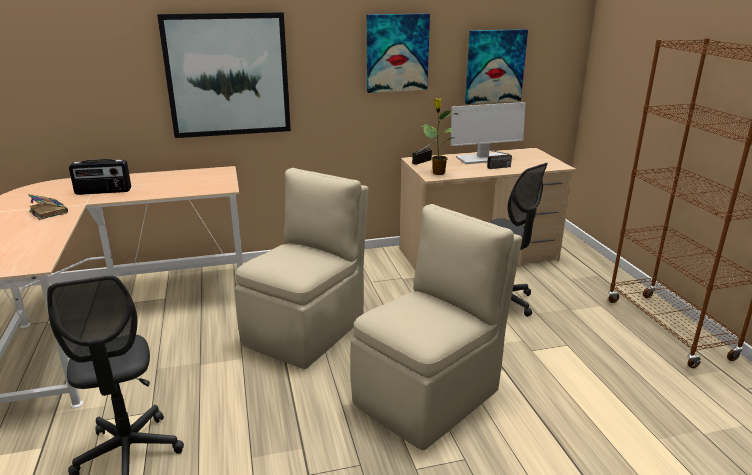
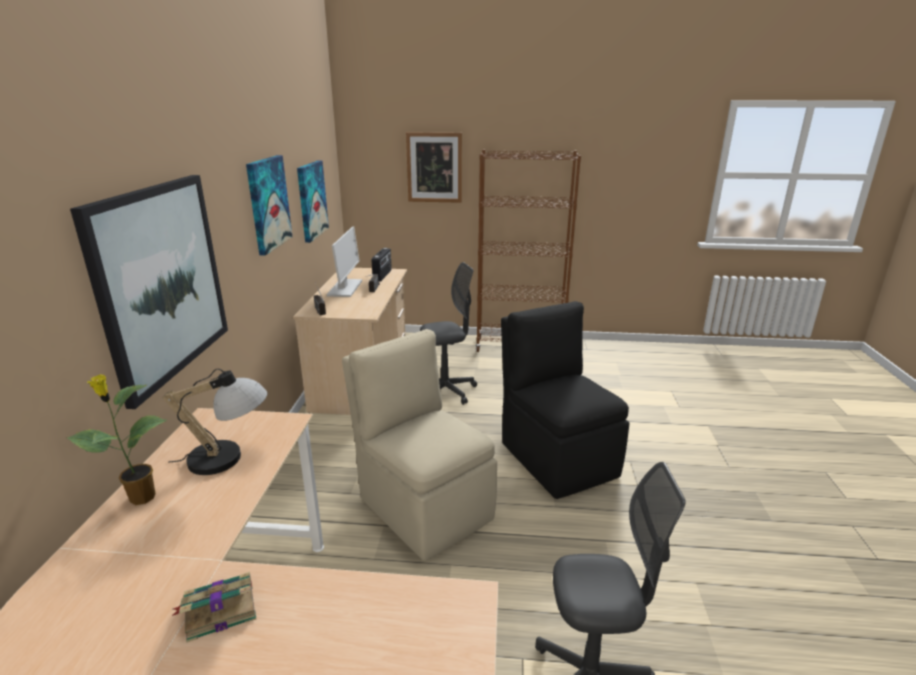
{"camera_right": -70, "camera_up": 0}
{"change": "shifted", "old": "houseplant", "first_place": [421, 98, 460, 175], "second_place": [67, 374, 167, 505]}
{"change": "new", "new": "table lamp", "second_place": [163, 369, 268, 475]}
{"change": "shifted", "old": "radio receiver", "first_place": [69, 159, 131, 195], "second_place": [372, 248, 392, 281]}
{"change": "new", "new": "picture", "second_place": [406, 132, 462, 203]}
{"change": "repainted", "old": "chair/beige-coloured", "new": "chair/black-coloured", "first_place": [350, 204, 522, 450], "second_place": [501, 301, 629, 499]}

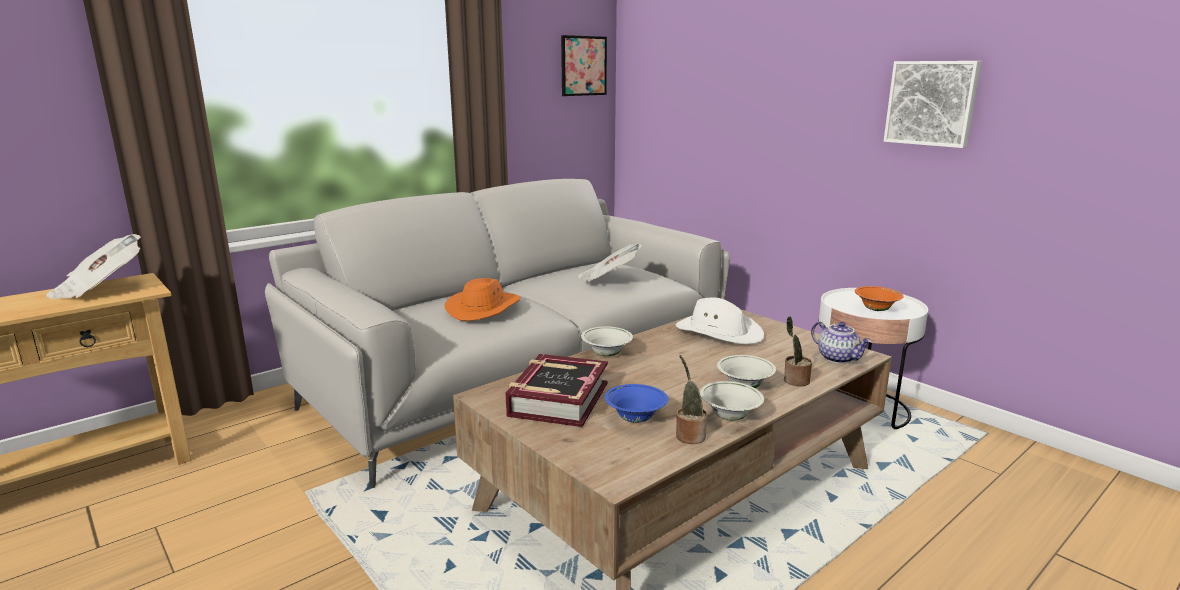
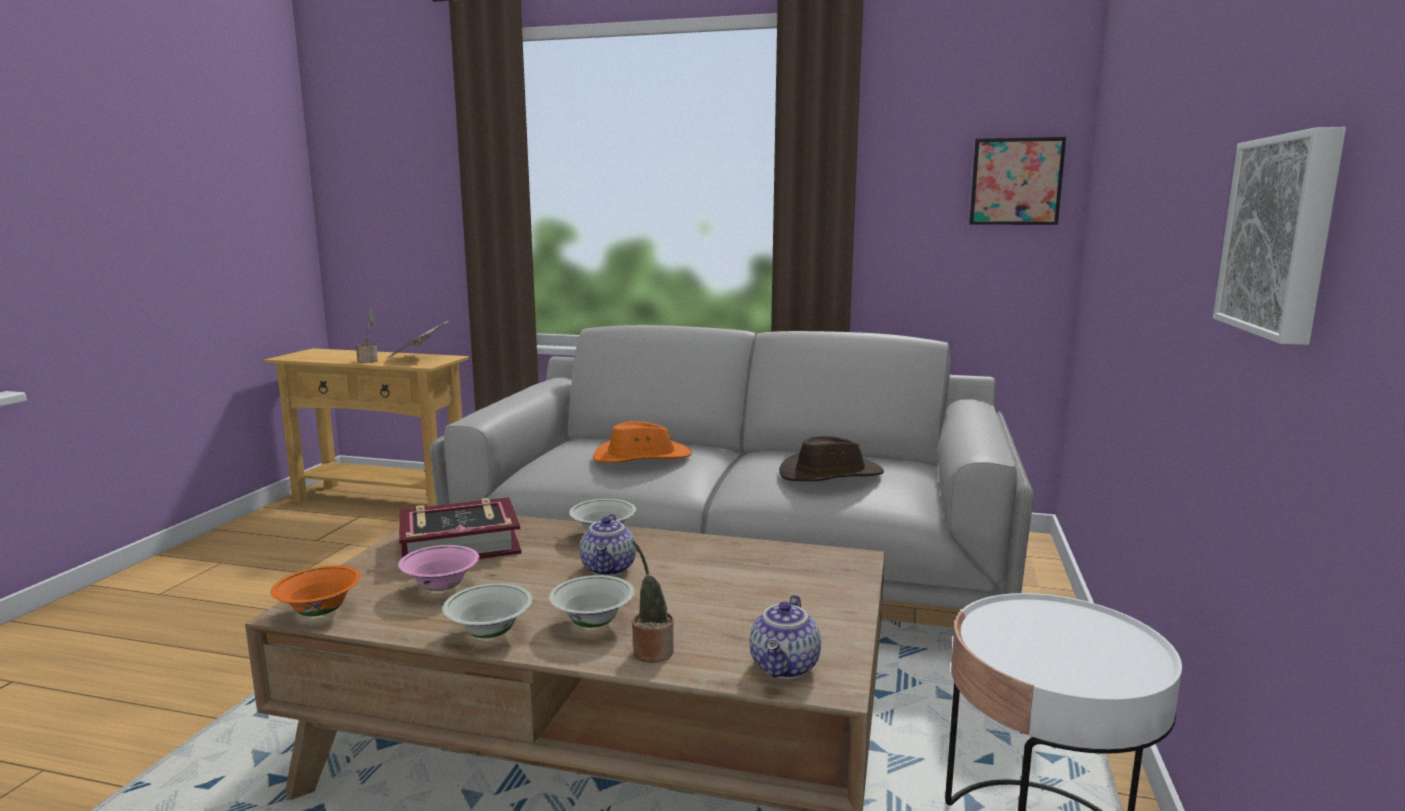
{"camera_right": 55, "camera_up": -5}
{"change": "shifted", "old": "deep dish/orange-coloured", "first_place": [855, 286, 904, 311], "second_place": [271, 565, 361, 616]}
{"change": "shifted", "old": "houseplant", "first_place": [676, 355, 707, 444], "second_place": [356, 307, 378, 363]}
{"change": "repainted", "old": "deep dish/blue", "new": "deep dish/pink-coloured", "first_place": [604, 384, 668, 423], "second_place": [398, 545, 479, 591]}
{"change": "new", "new": "tea pot", "second_place": [580, 514, 636, 576]}
{"change": "swapped", "old": "newspaper", "new": "clothing hat/brownish", "first_place": [577, 244, 642, 283], "second_place": [779, 436, 884, 481]}
{"change": "gone", "old": "clothing hat/whitish", "first_place": [676, 298, 765, 344]}

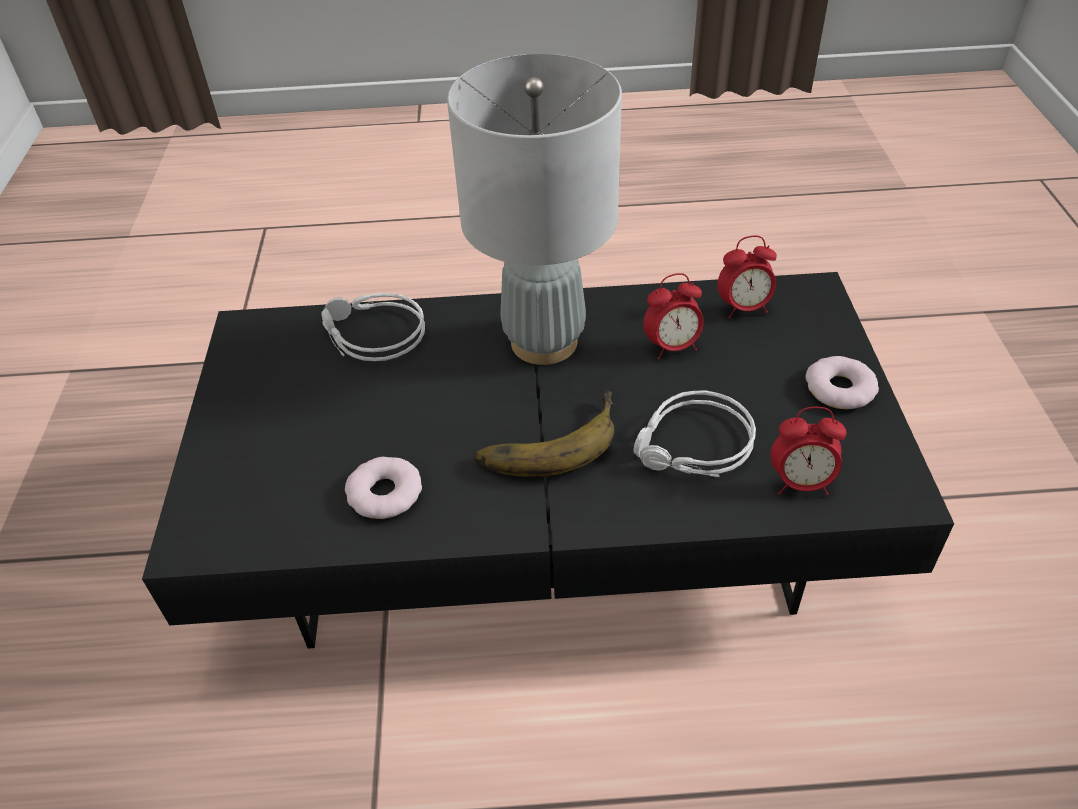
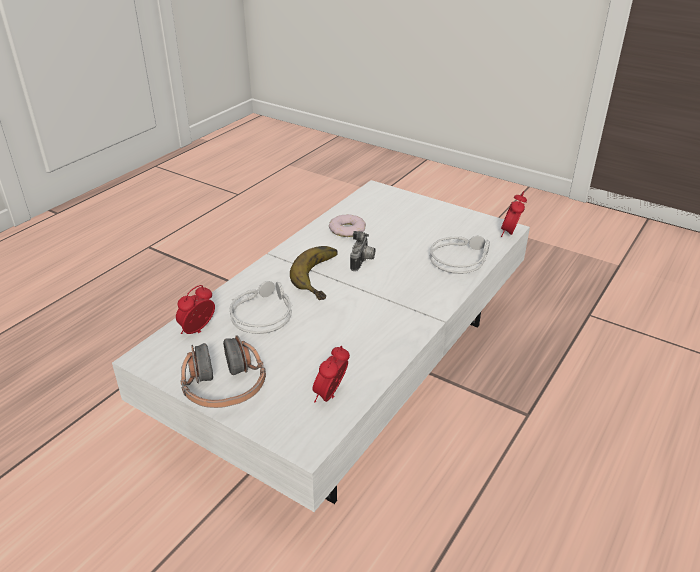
{"camera_right": 125, "camera_up": -10}
{"change": "repainted", "old": "coffee table/black-coloured", "new": "coffee table/whitish", "first_place": [142, 272, 954, 649], "second_place": [112, 180, 530, 512]}
{"change": "swapped", "old": "ring doughnut", "new": "headset", "first_place": [806, 356, 879, 409], "second_place": [180, 335, 266, 408]}
{"change": "new", "new": "photo camera", "second_place": [350, 231, 375, 271]}
{"change": "shifted", "old": "alarm clock", "first_place": [643, 273, 704, 359], "second_place": [501, 191, 527, 237]}
{"change": "gone", "old": "table lamp/greyish", "first_place": [447, 54, 622, 365]}

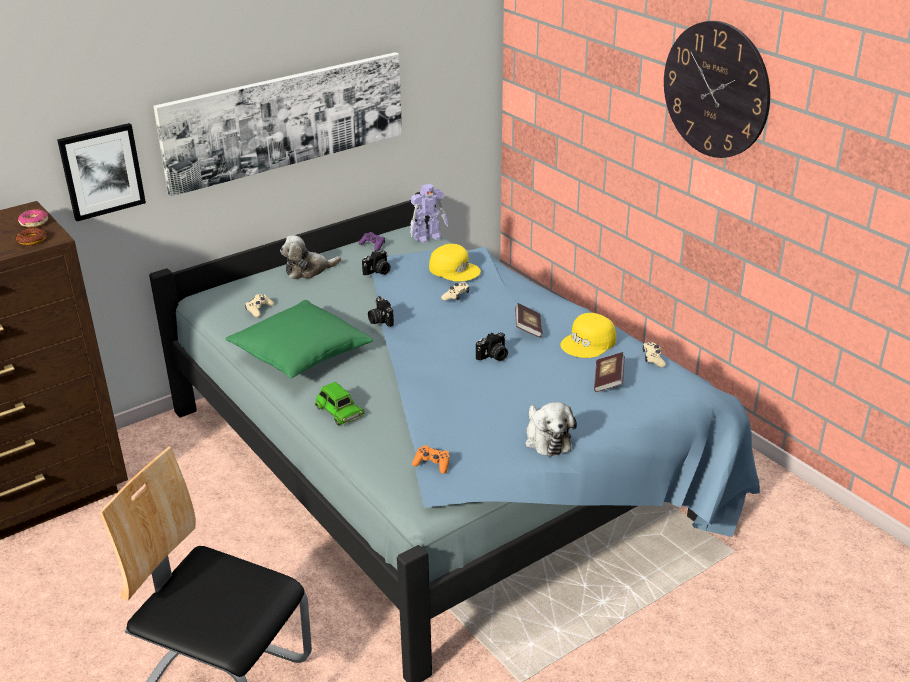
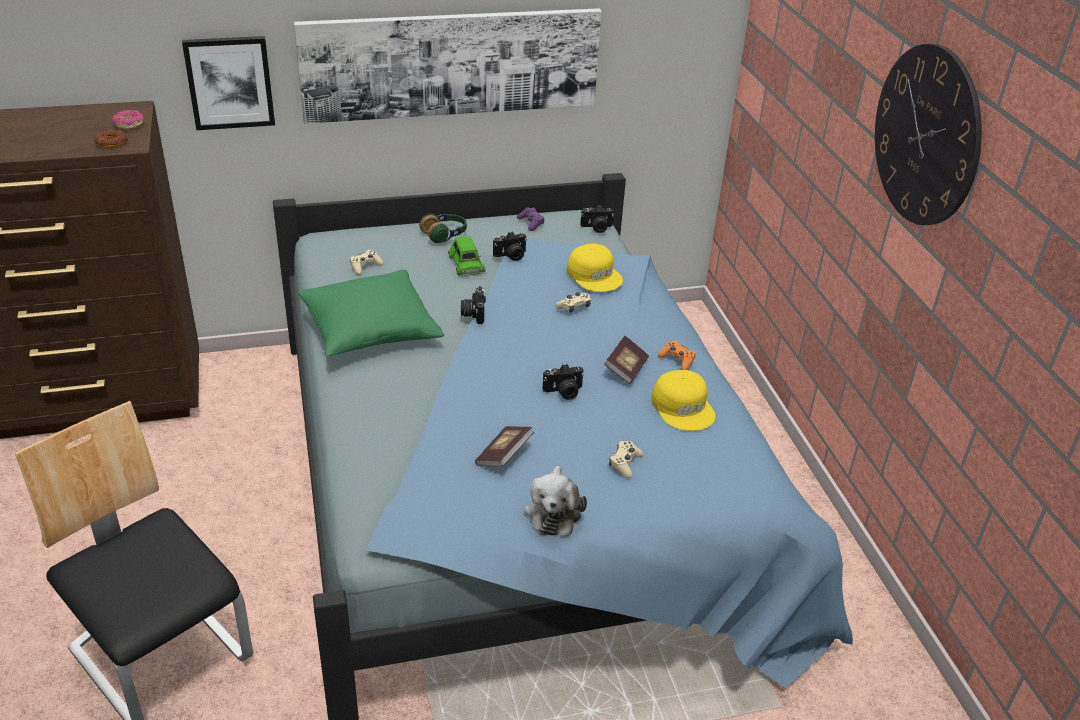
{"camera_right": 20, "camera_up": 5}
{"change": "swapped", "old": "plush toy", "new": "headset", "first_place": [280, 235, 341, 279], "second_place": [419, 213, 467, 243]}
{"change": "shifted", "old": "miniature car/green", "first_place": [315, 382, 364, 425], "second_place": [448, 236, 486, 276]}
{"change": "shifted", "old": "volume", "first_place": [594, 352, 625, 392], "second_place": [475, 426, 534, 467]}
{"change": "swapped", "old": "robot figure", "new": "photo camera", "first_place": [410, 184, 449, 243], "second_place": [580, 205, 614, 233]}
{"change": "shifted", "old": "game controller/beige-coloured", "first_place": [643, 342, 666, 367], "second_place": [609, 441, 643, 478]}
{"change": "rotated", "old": "peaked cap/yellow-coloured", "first_place": [560, 313, 616, 358], "second_place": [652, 370, 715, 431], "degrees": -90}
{"change": "shifted", "old": "game controller/orange-coloured", "first_place": [412, 445, 449, 474], "second_place": [658, 341, 696, 370]}

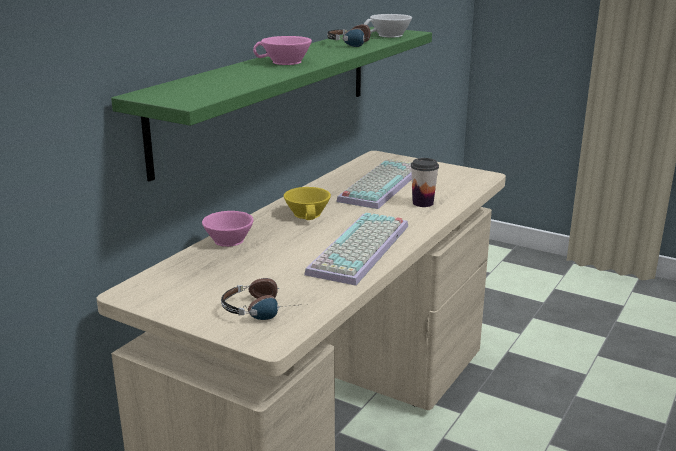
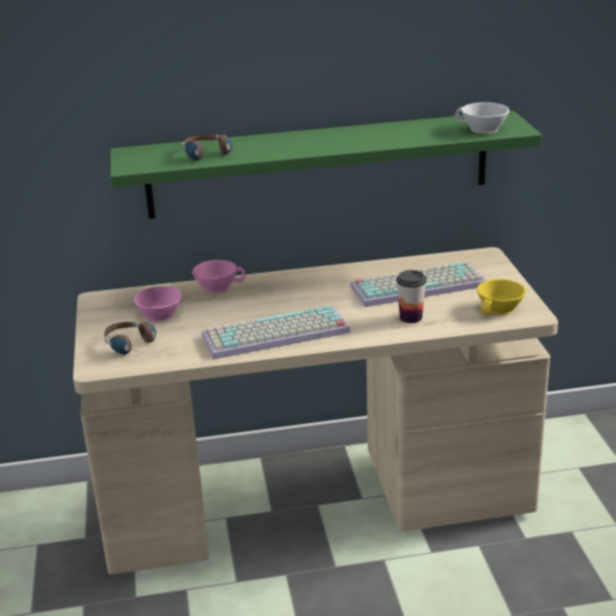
{"camera_right": 50, "camera_up": 5}
{"change": "shifted", "old": "drinking cup/pink-coloured", "first_place": [253, 36, 312, 65], "second_place": [134, 286, 182, 322]}
{"change": "shifted", "old": "headset", "first_place": [327, 24, 386, 47], "second_place": [182, 134, 233, 161]}
{"change": "shifted", "old": "drinking cup/yellow-coloured", "first_place": [284, 187, 331, 220], "second_place": [477, 279, 526, 315]}

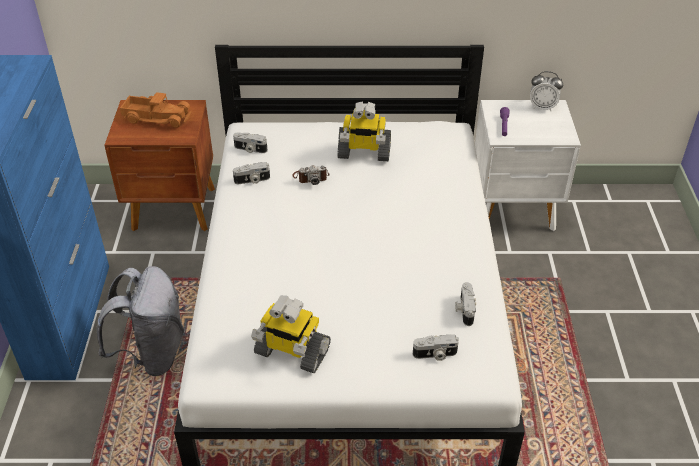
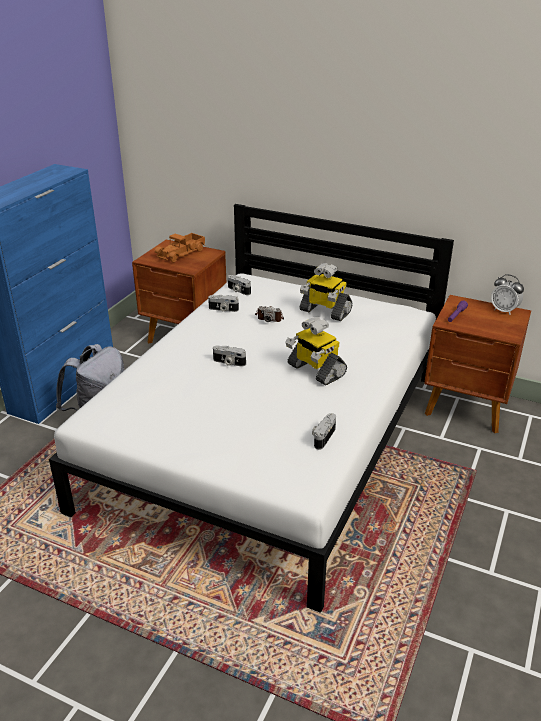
{"camera_right": 25, "camera_up": -10}
{"change": "rotated", "old": "toy lorry", "first_place": [120, 92, 191, 128], "second_place": [155, 233, 205, 263], "degrees": 90}
{"change": "shifted", "old": "photo camera", "first_place": [413, 334, 459, 361], "second_place": [213, 345, 246, 367]}
{"change": "shifted", "old": "robot figure", "first_place": [251, 296, 331, 373], "second_place": [285, 317, 347, 386]}
{"change": "repainted", "old": "nightstand/whitish", "new": "nightstand/brownish", "first_place": [475, 100, 581, 231], "second_place": [424, 295, 531, 433]}

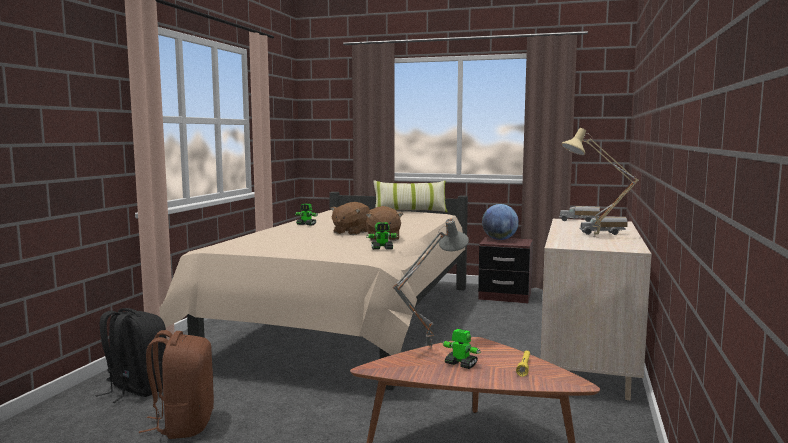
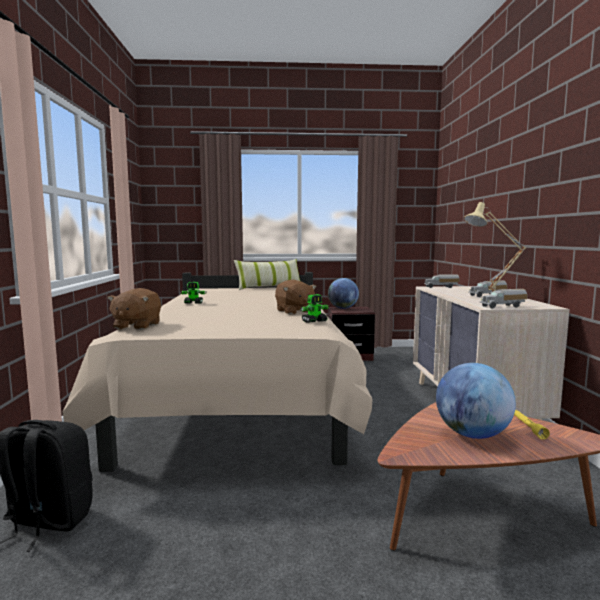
{"camera_right": -20, "camera_up": 0}
{"change": "shifted", "old": "plush toy/brownish", "first_place": [330, 202, 370, 235], "second_place": [107, 288, 161, 330]}
{"change": "swapped", "old": "robot figure", "new": "desk globe", "first_place": [442, 329, 481, 369], "second_place": [436, 363, 516, 439]}
{"change": "new", "new": "toy lorry", "second_place": [480, 289, 528, 309]}
{"change": "gone", "old": "knapsack/brownish", "first_place": [139, 330, 214, 439]}
{"change": "gone", "old": "table lamp/greyish", "first_place": [393, 219, 469, 349]}

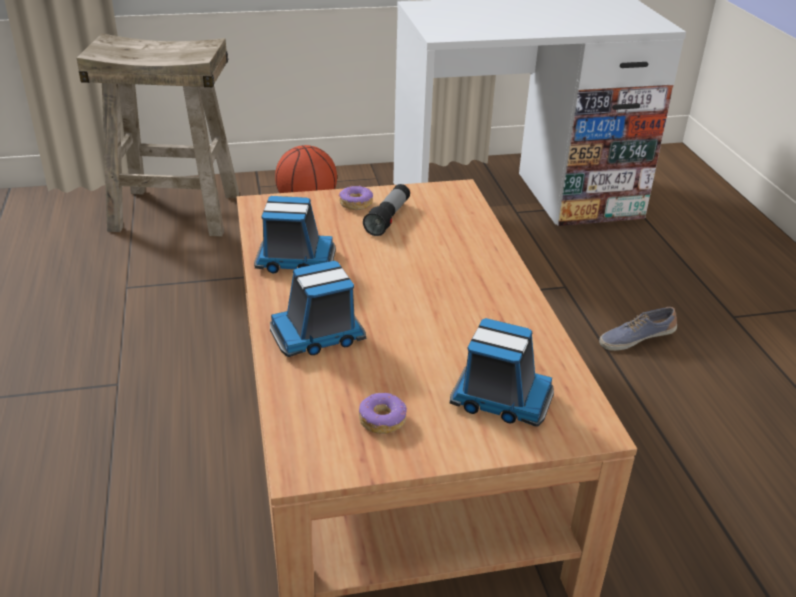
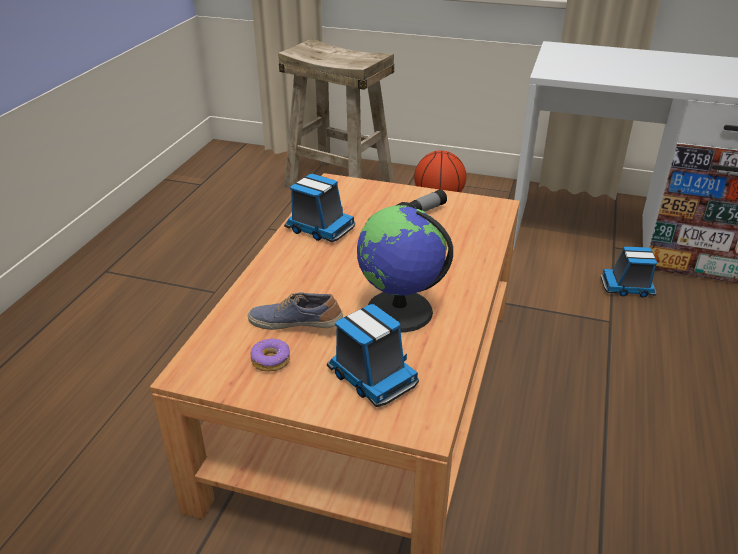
{"camera_right": 30, "camera_up": 0}
{"change": "shifted", "old": "low shoe", "first_place": [599, 307, 677, 351], "second_place": [248, 292, 343, 330]}
{"change": "new", "new": "desk globe", "second_place": [357, 205, 453, 332]}
{"change": "shifted", "old": "toy lorry", "first_place": [270, 261, 367, 357], "second_place": [601, 247, 657, 297]}
{"change": "gone", "old": "ring doughnut", "first_place": [339, 185, 373, 210]}

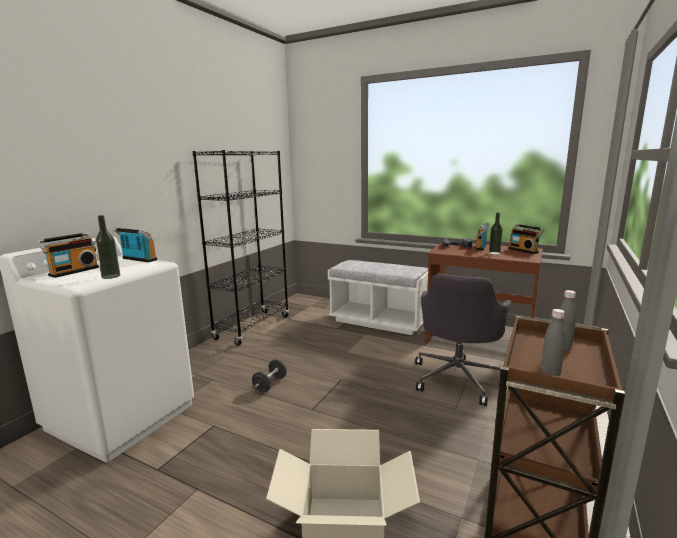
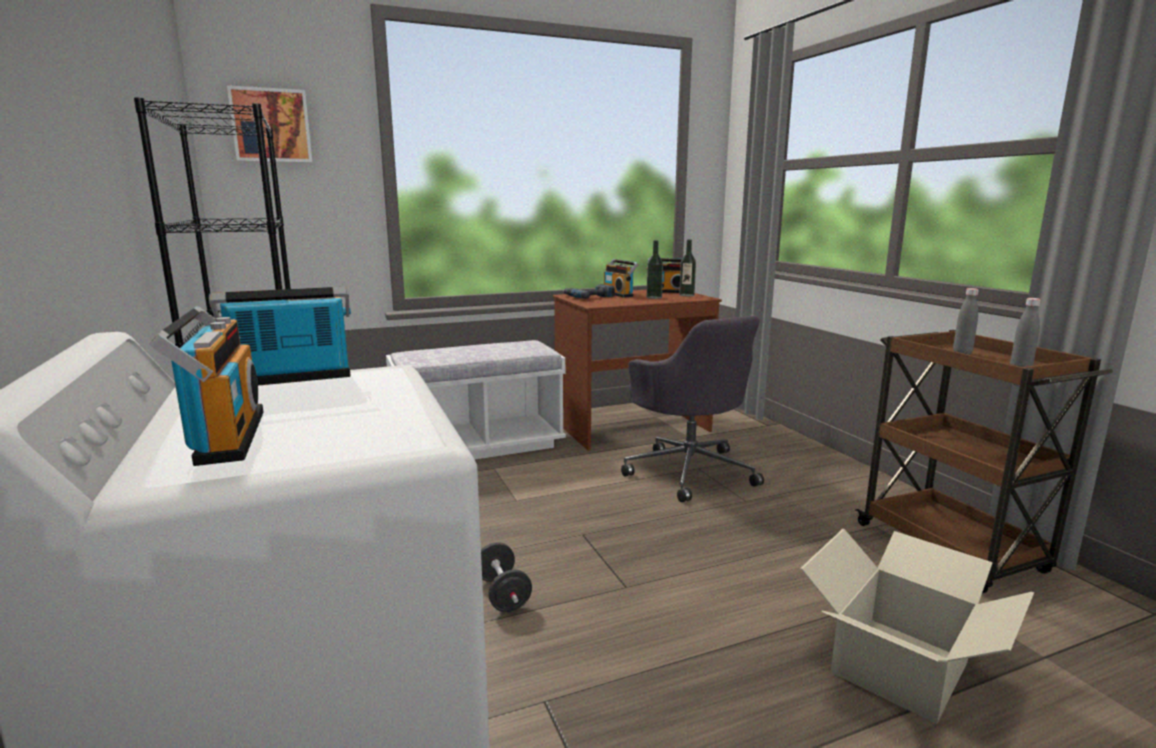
{"camera_right": -50, "camera_up": 0}
{"change": "new", "new": "picture", "second_place": [227, 85, 312, 163]}
{"change": "shifted", "old": "bottle", "first_place": [95, 215, 120, 279], "second_place": [679, 239, 696, 296]}

